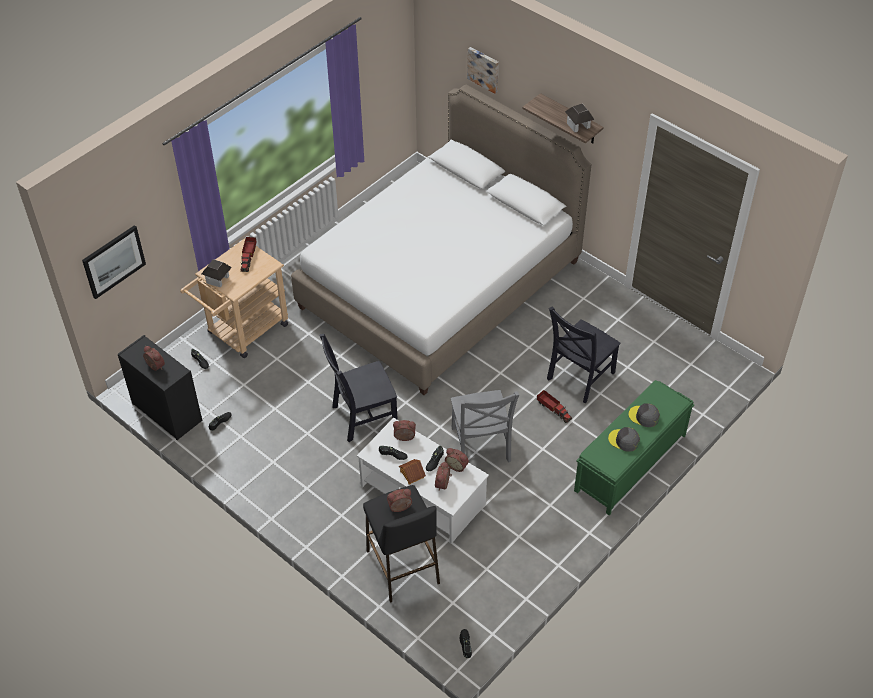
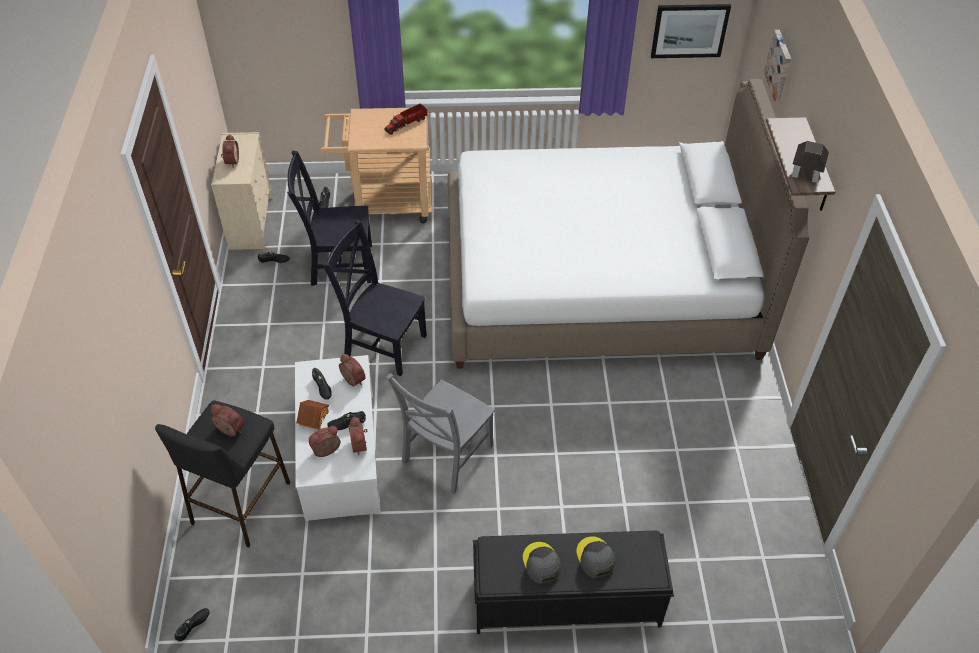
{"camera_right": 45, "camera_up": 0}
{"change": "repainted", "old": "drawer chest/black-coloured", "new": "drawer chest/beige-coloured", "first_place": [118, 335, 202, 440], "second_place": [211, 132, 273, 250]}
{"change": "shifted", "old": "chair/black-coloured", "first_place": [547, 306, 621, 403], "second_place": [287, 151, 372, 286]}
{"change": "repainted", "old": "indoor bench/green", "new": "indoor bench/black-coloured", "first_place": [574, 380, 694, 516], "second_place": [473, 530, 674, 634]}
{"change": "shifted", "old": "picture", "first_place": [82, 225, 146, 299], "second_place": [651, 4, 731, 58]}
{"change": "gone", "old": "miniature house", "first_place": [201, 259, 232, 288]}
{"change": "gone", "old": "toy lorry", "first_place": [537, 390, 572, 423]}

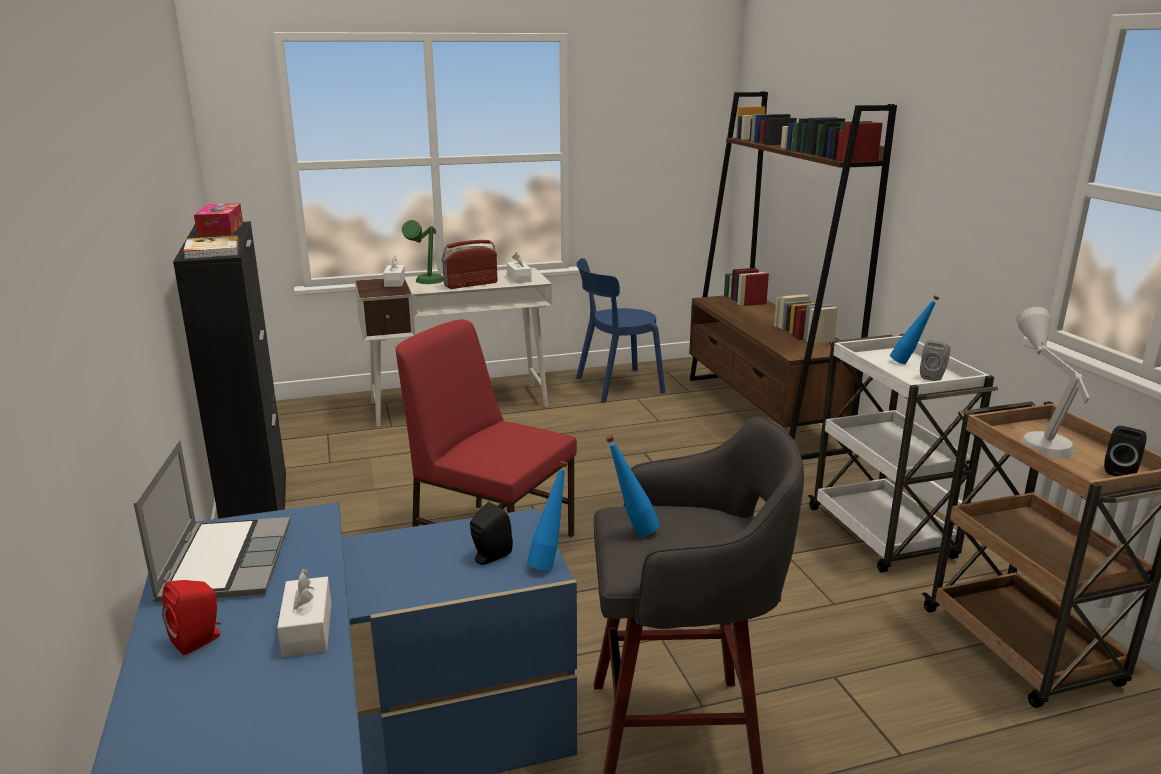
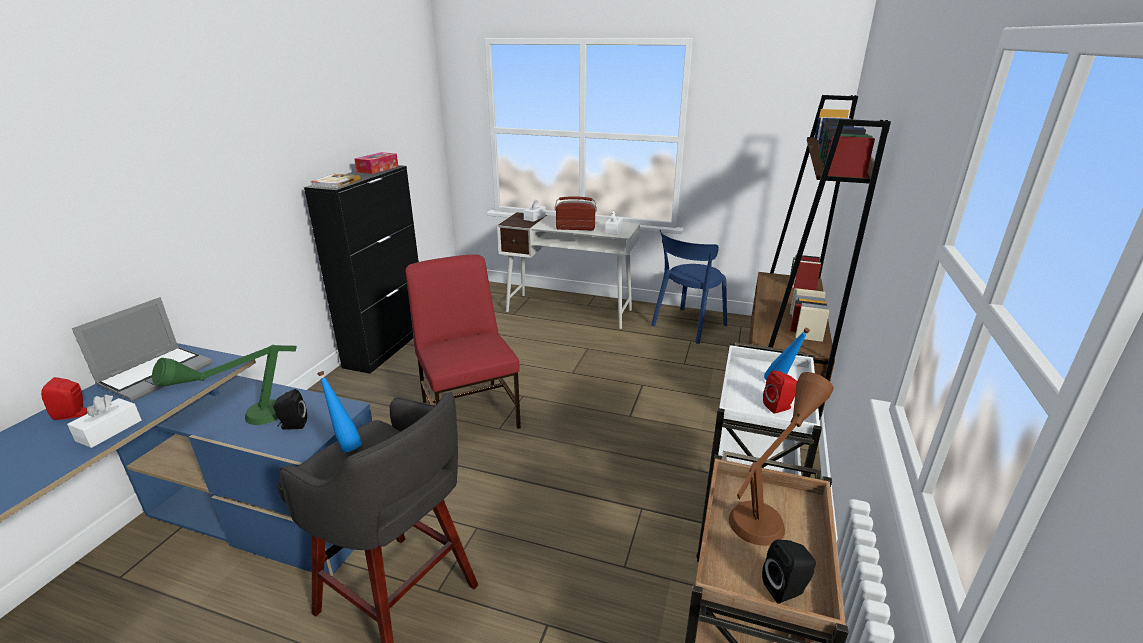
{"camera_right": 35, "camera_up": 5}
{"change": "shifted", "old": "table lamp/green", "first_place": [402, 220, 444, 284], "second_place": [152, 345, 297, 425]}
{"change": "rotated", "old": "chair/blue", "first_place": [576, 258, 666, 403], "second_place": [651, 230, 727, 344], "degrees": -60}
{"change": "repainted", "old": "table lamp/greyish", "new": "table lamp/brownish", "first_place": [1017, 307, 1089, 458], "second_place": [729, 372, 834, 546]}
{"change": "repainted", "old": "speaker/greyish", "new": "speaker/reddish", "first_place": [920, 340, 950, 381], "second_place": [763, 370, 797, 414]}
{"change": "gone", "old": "bottle/blue", "first_place": [527, 461, 568, 571]}

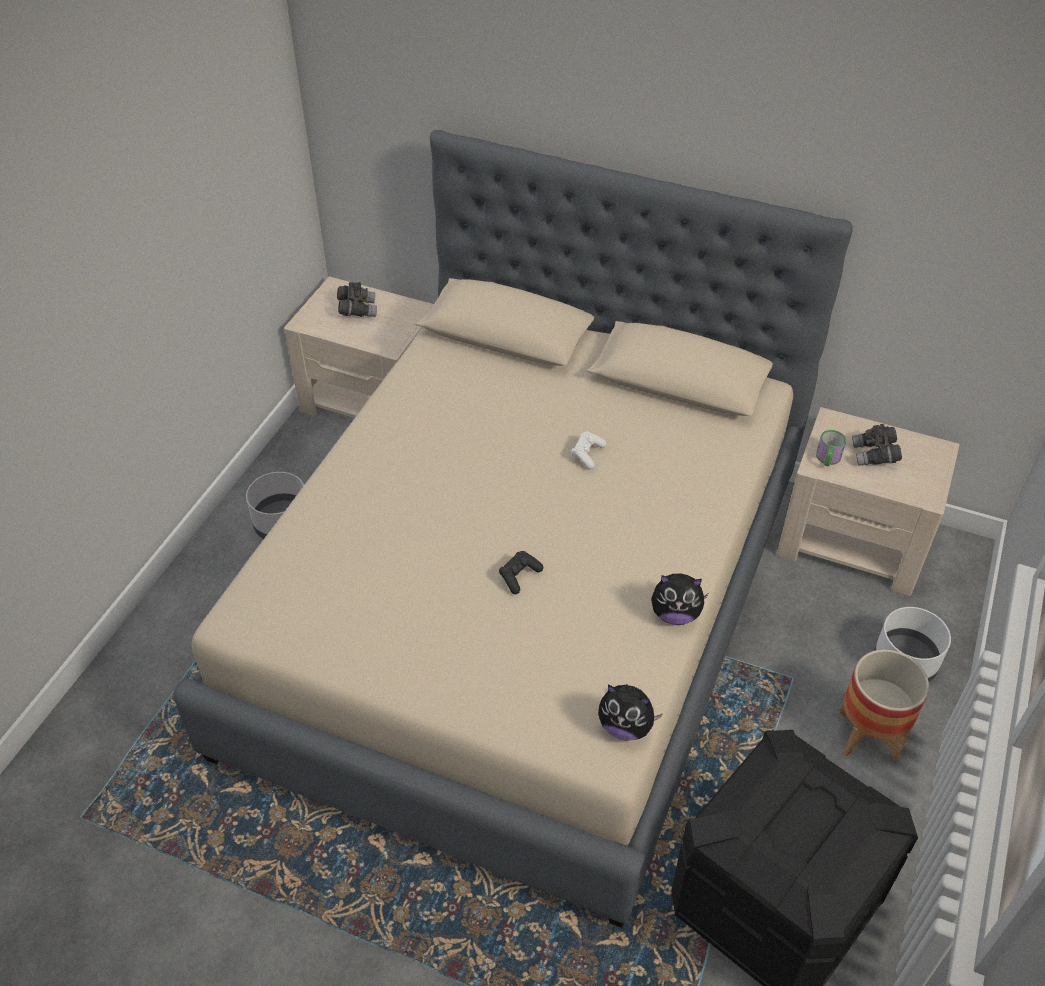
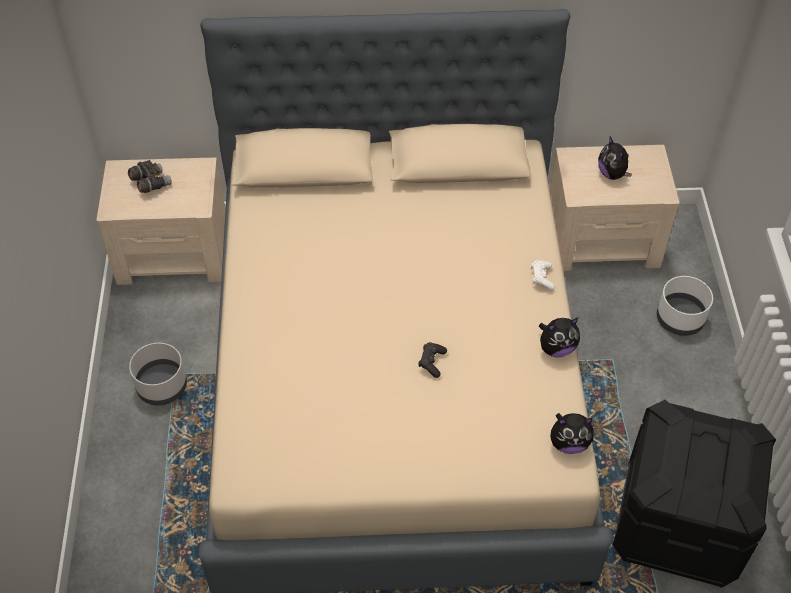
{"camera_right": -25, "camera_up": 5}
{"change": "shifted", "old": "game controller/whitish", "first_place": [571, 431, 607, 470], "second_place": [531, 260, 555, 291]}
{"change": "swapped", "old": "field glasses/greyish", "new": "plush toy", "first_place": [852, 424, 902, 466], "second_place": [598, 137, 632, 180]}
{"change": "gone", "old": "coffee mug", "first_place": [816, 430, 846, 466]}
{"change": "gone", "old": "planter", "first_place": [840, 649, 929, 761]}

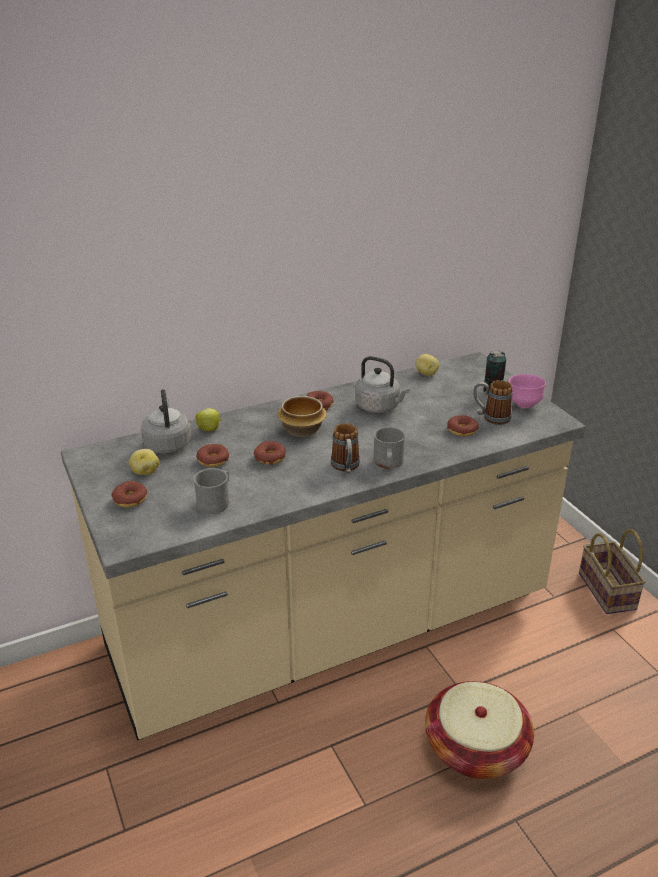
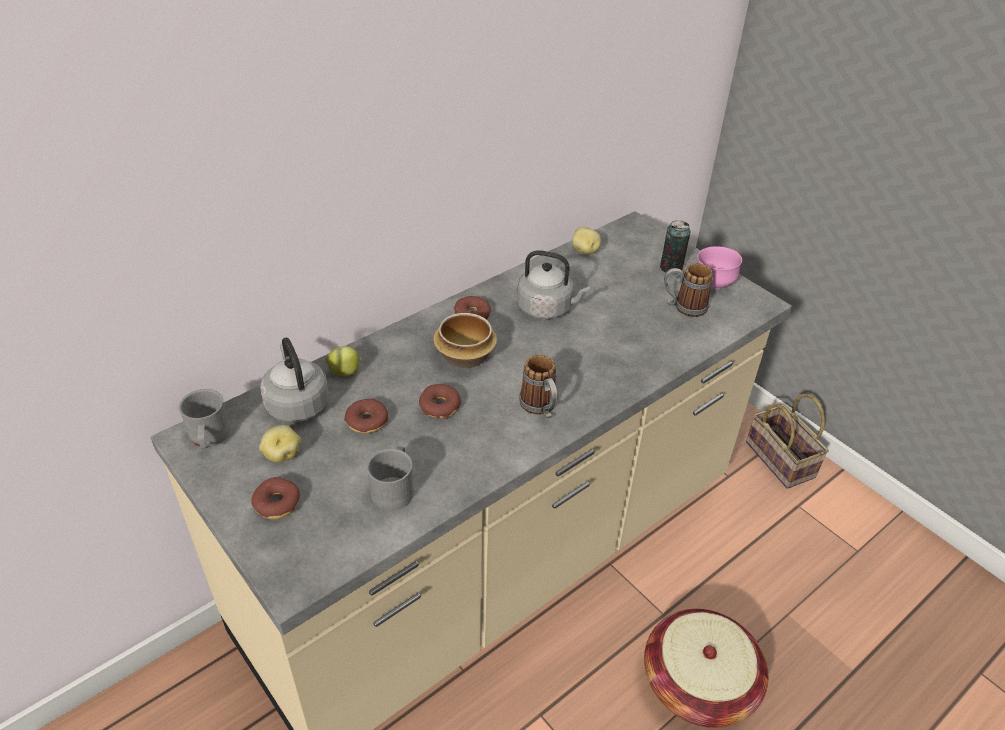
{"camera_right": -15, "camera_up": 10}
{"change": "shifted", "old": "coffee mug/greyish", "first_place": [374, 427, 405, 469], "second_place": [179, 389, 230, 449]}
{"change": "gone", "old": "ring doughnut", "first_place": [447, 415, 479, 436]}

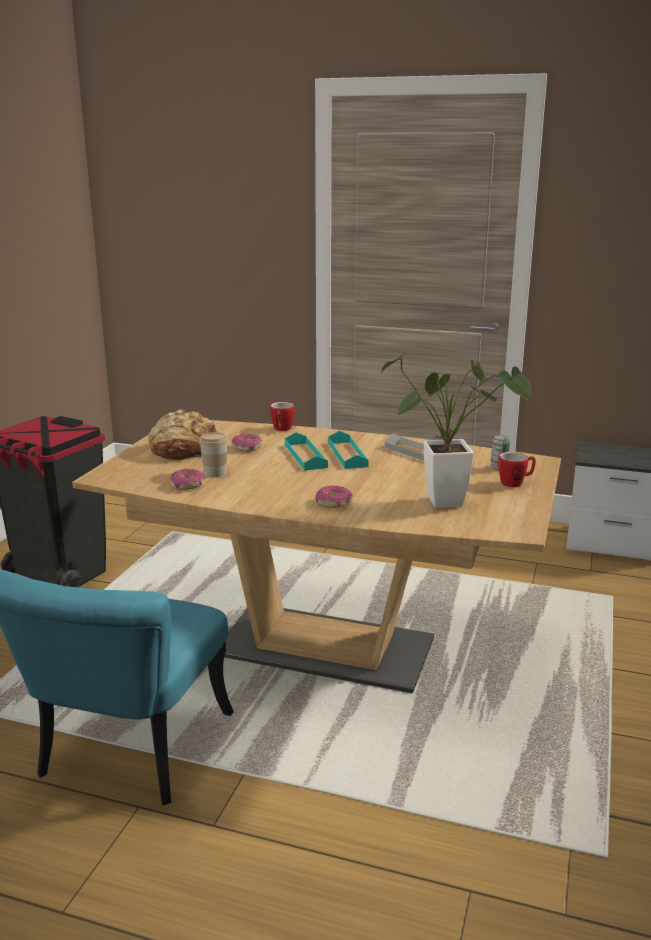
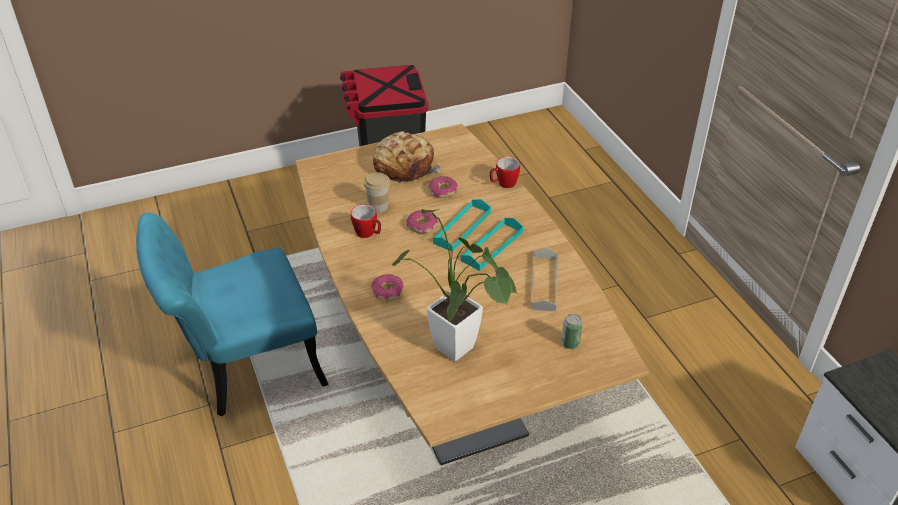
{"camera_right": 50, "camera_up": 20}
{"change": "shifted", "old": "coffee mug", "first_place": [498, 452, 536, 487], "second_place": [351, 204, 381, 238]}
{"change": "shifted", "old": "ring doughnut", "first_place": [170, 469, 205, 490], "second_place": [406, 210, 438, 233]}

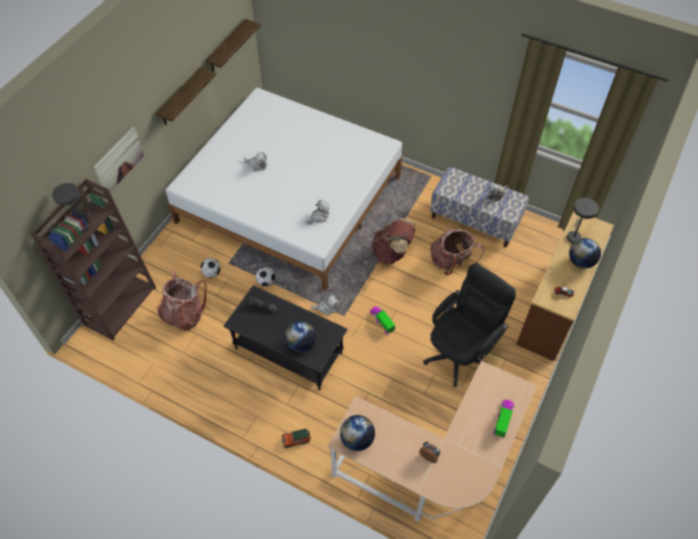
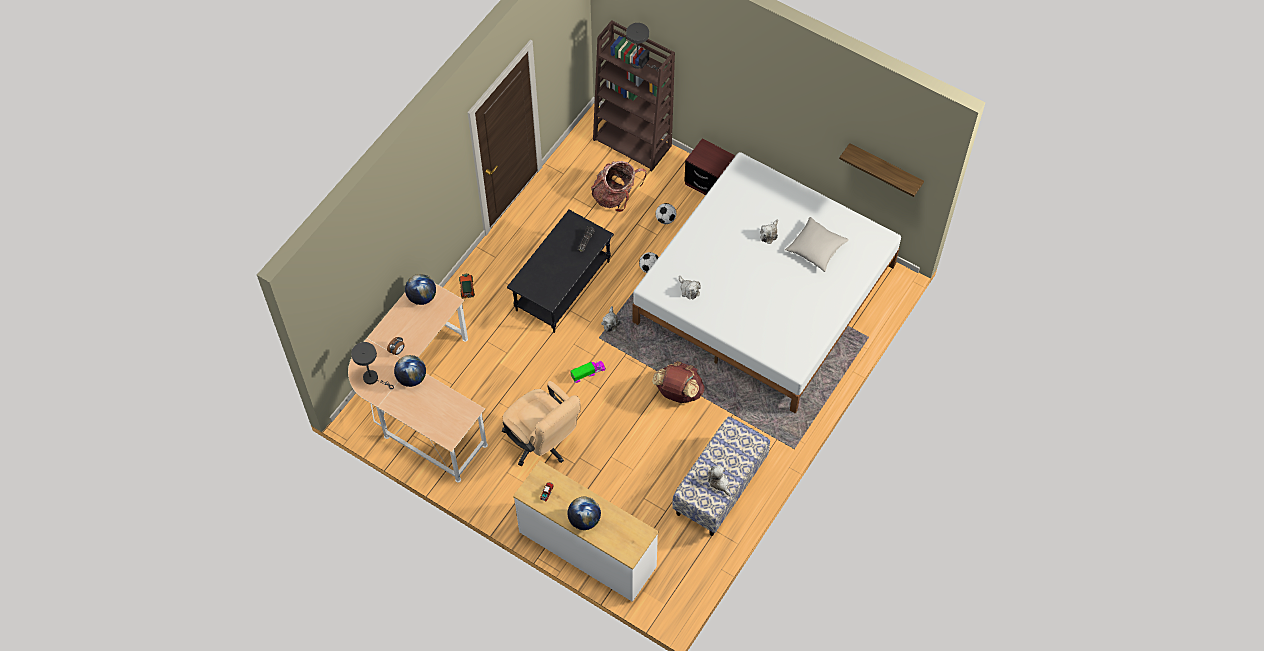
{"camera_right": 95, "camera_up": 5}
{"change": "shifted", "old": "table lamp/greyish", "first_place": [567, 198, 599, 243], "second_place": [351, 342, 394, 389]}
{"change": "shifted", "old": "desk globe", "first_place": [285, 321, 316, 352], "second_place": [394, 355, 426, 387]}
{"change": "repainted", "old": "desk chair/black-coloured", "new": "desk chair/beige-coloured", "first_place": [423, 263, 516, 387], "second_place": [502, 381, 581, 467]}
{"change": "repainted", "old": "drawer chest/brownish", "new": "drawer chest/whitish", "first_place": [516, 211, 614, 361], "second_place": [513, 460, 659, 602]}
{"change": "new", "new": "nightstand/brownish", "second_place": [684, 138, 735, 195]}
{"change": "new", "new": "throw pillow/greyish", "second_place": [785, 217, 849, 272]}
{"change": "gone", "old": "picture", "first_place": [94, 127, 144, 192]}
{"change": "gone", "old": "shelf", "first_place": [155, 67, 216, 125]}
{"change": "gone", "old": "knapsack", "first_place": [431, 228, 484, 275]}
{"change": "gone", "old": "toy lorry", "first_place": [493, 400, 515, 438]}

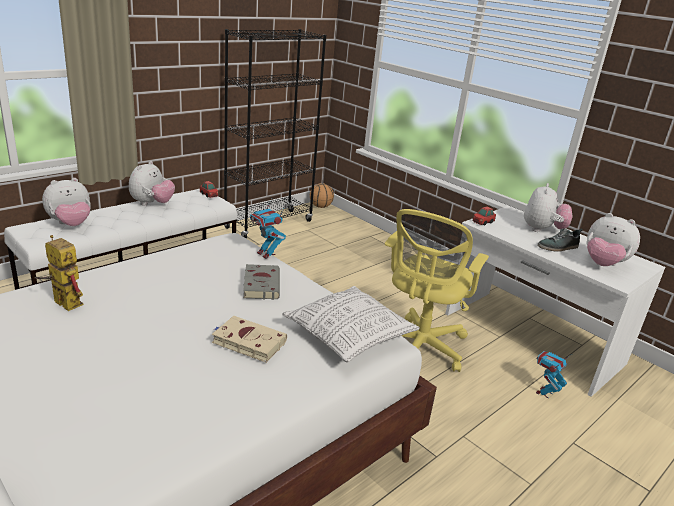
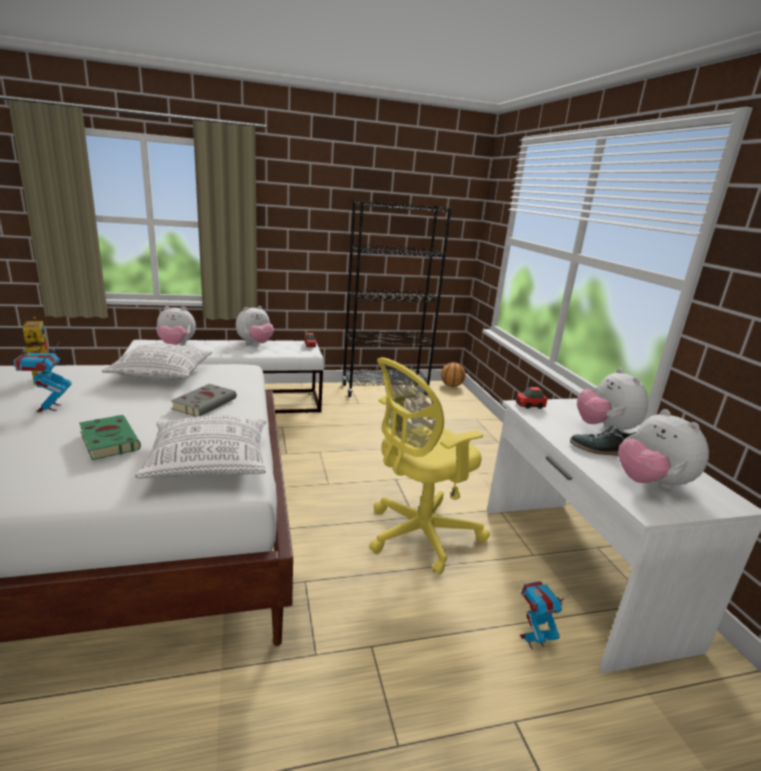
{"camera_right": 30, "camera_up": -5}
{"change": "shifted", "old": "robot figure", "first_place": [250, 199, 286, 259], "second_place": [13, 341, 72, 412]}
{"change": "repainted", "old": "volume/beige-coloured", "new": "volume/green", "first_place": [212, 316, 287, 363], "second_place": [79, 415, 141, 460]}
{"change": "new", "new": "throw pillow", "second_place": [101, 344, 212, 381]}
{"change": "rotated", "old": "plush toy", "first_place": [524, 183, 573, 232], "second_place": [577, 368, 648, 432], "degrees": 120}

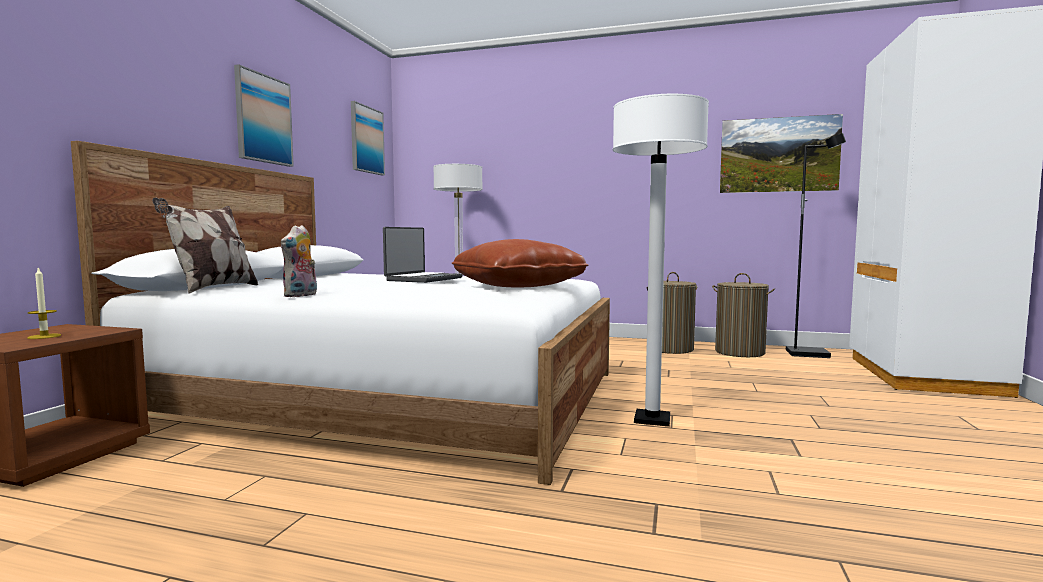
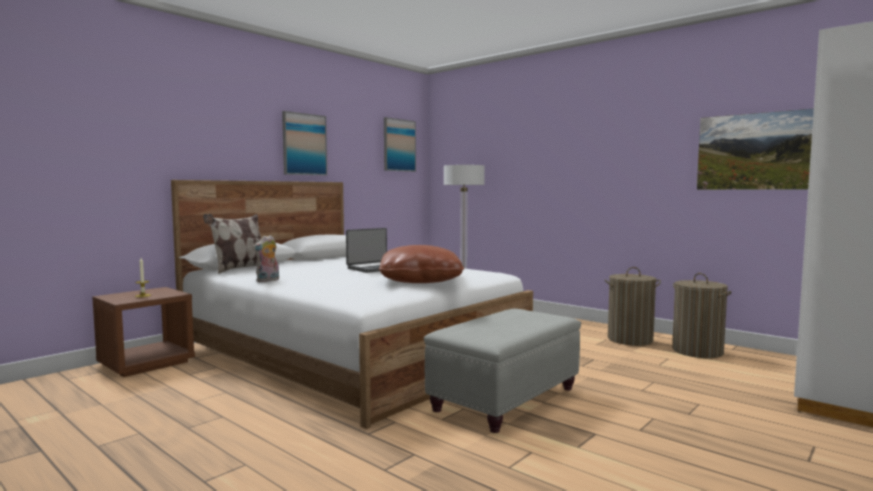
{"camera_right": 25, "camera_up": 0}
{"change": "swapped", "old": "floor lamp/whitish", "new": "ottoman/greyish", "first_place": [613, 94, 709, 426], "second_place": [424, 308, 581, 433]}
{"change": "gone", "old": "floor lamp/black-coloured", "first_place": [786, 133, 846, 358]}

